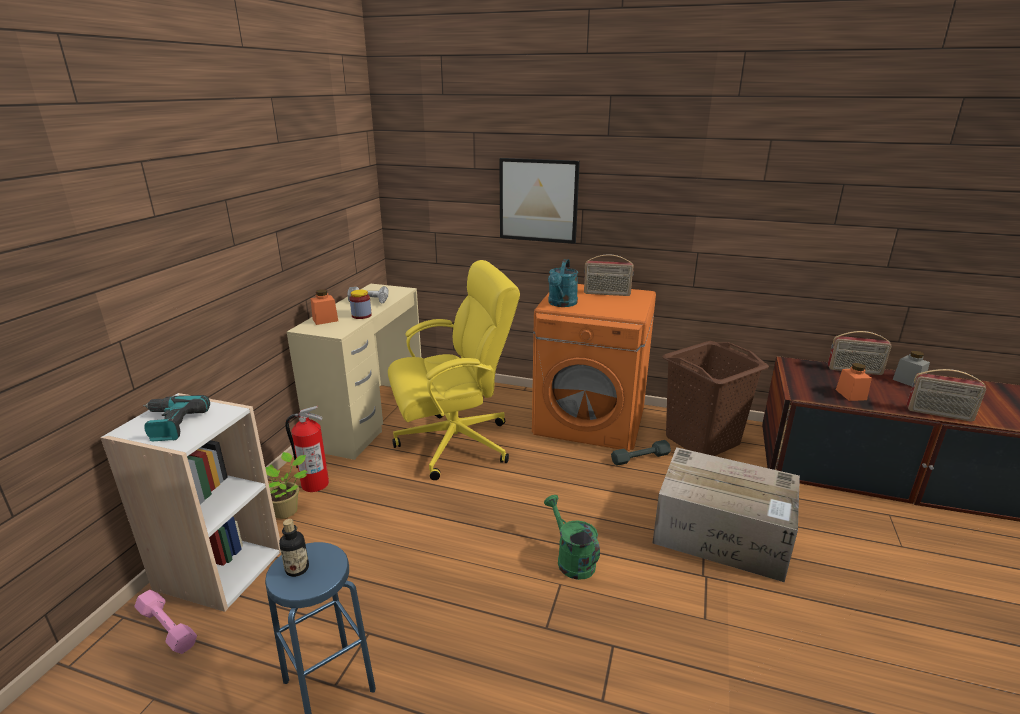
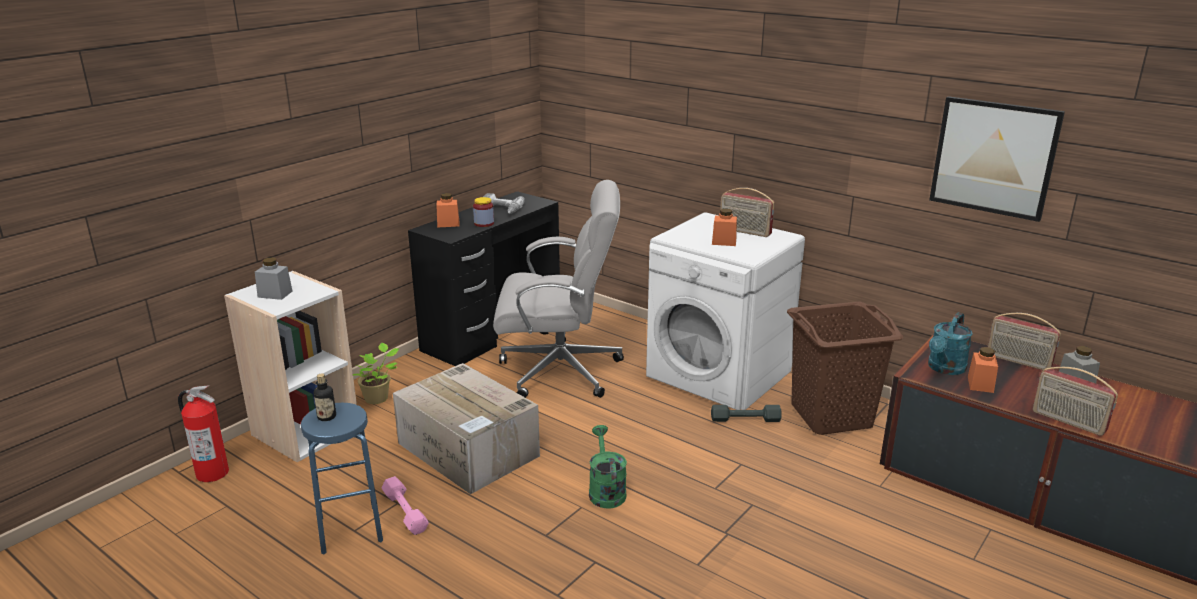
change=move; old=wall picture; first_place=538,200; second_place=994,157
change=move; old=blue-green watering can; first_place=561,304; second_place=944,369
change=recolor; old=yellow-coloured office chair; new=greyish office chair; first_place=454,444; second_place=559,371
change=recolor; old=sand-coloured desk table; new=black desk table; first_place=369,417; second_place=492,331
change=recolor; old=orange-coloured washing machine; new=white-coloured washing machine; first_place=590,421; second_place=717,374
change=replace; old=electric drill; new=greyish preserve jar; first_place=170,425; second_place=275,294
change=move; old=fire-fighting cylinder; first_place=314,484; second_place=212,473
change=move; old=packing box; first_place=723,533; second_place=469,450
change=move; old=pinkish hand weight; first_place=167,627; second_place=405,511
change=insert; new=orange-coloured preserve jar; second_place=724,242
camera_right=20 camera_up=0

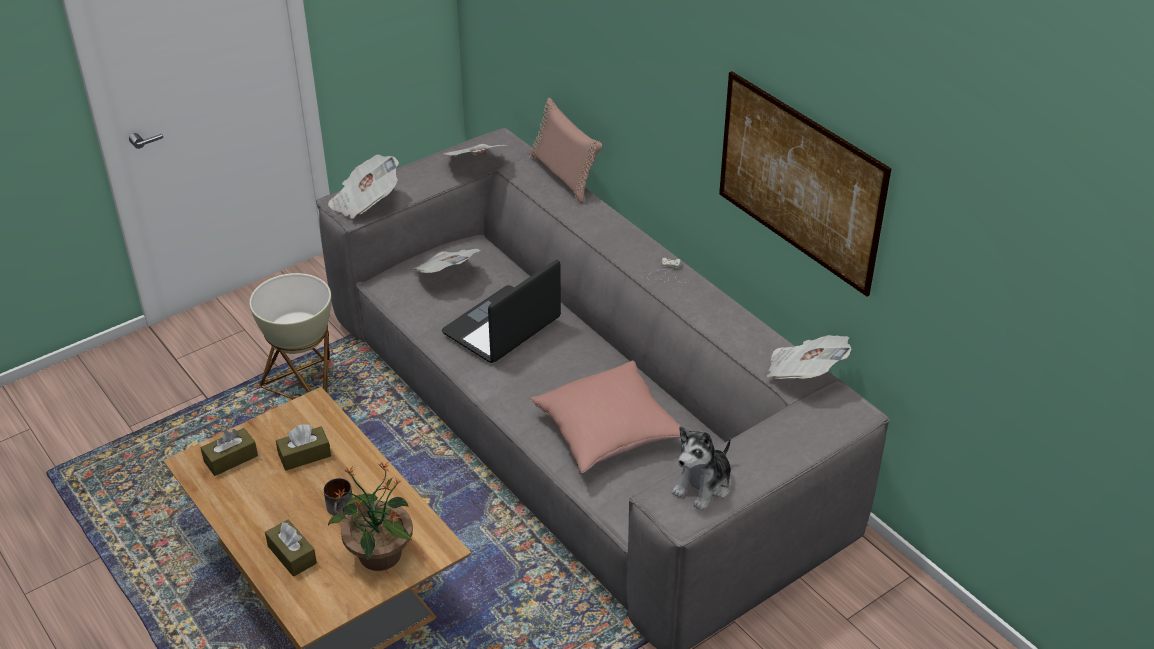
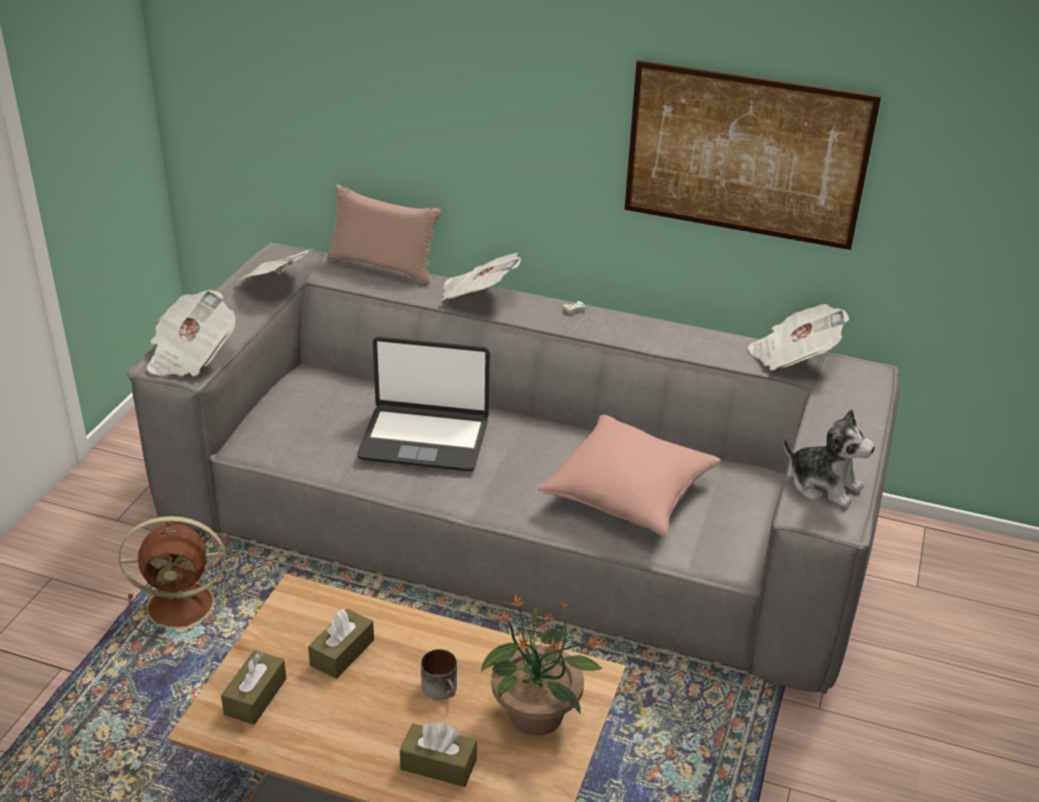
change=move; old=newspaper; first_place=447,274; second_place=478,296
change=rotate; old=portable computer; first_place=502,327; second_place=424,439; degrees=-90
change=replace; old=plant pot; new=brown fan; first_place=305,384; second_place=184,605
change=rotate; old=plush toy; first_place=703,486; second_place=823,485; degrees=-60
camera_right=-35 camera_up=-5

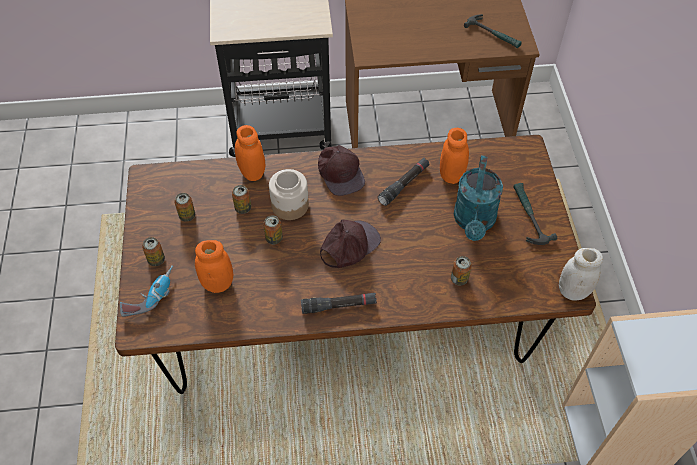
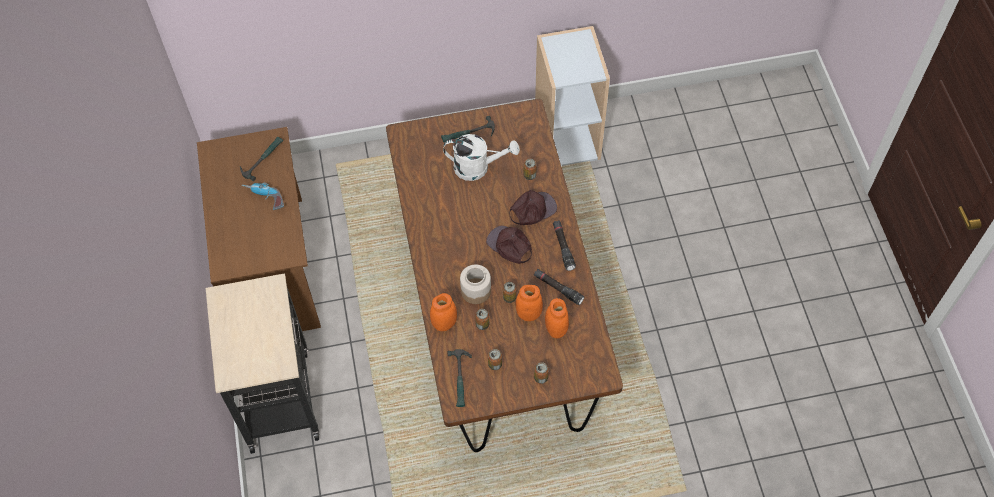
change=move; old=orange-coloured preserve jar; first_place=451,175; second_place=528,314
change=move; old=brown baseball cap; first_place=340,172; second_place=532,209
change=recolor; old=blue-green watering can; new=white-coloured watering can; first_place=474,222; second_place=478,167
change=move; old=black hand torch; first_place=404,184; second_place=558,288
change=delete; old=white-coloured preserve jar; first_place=573,291
change=move; old=electric drill; first_place=150,295; second_place=264,198
change=insert; new=hammer; second_place=461,379
camera_right=-95 camera_up=5

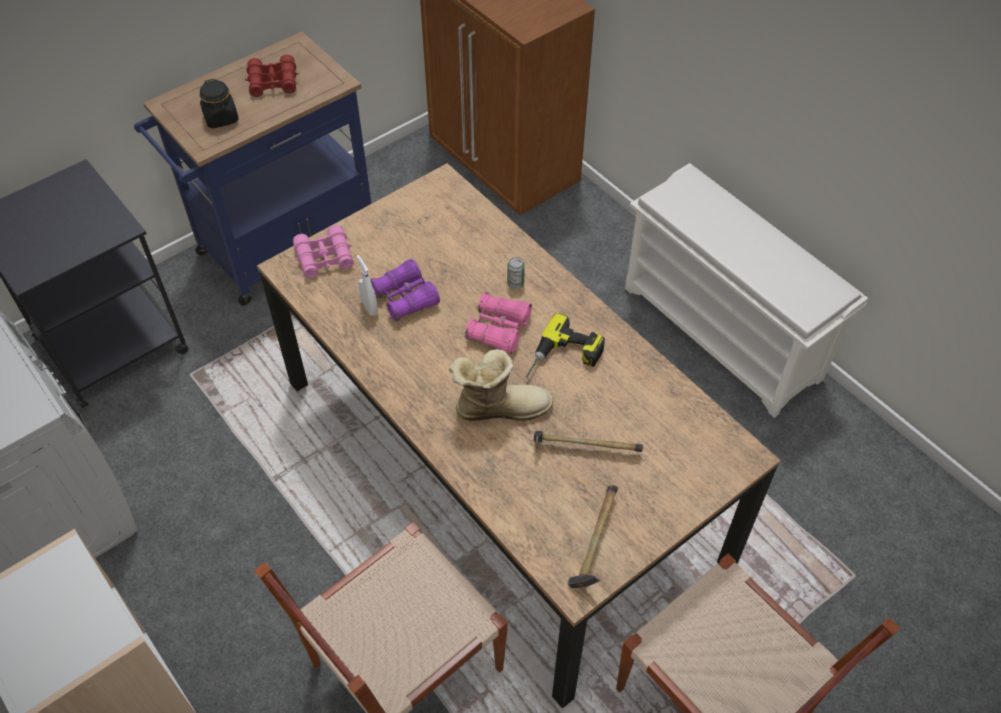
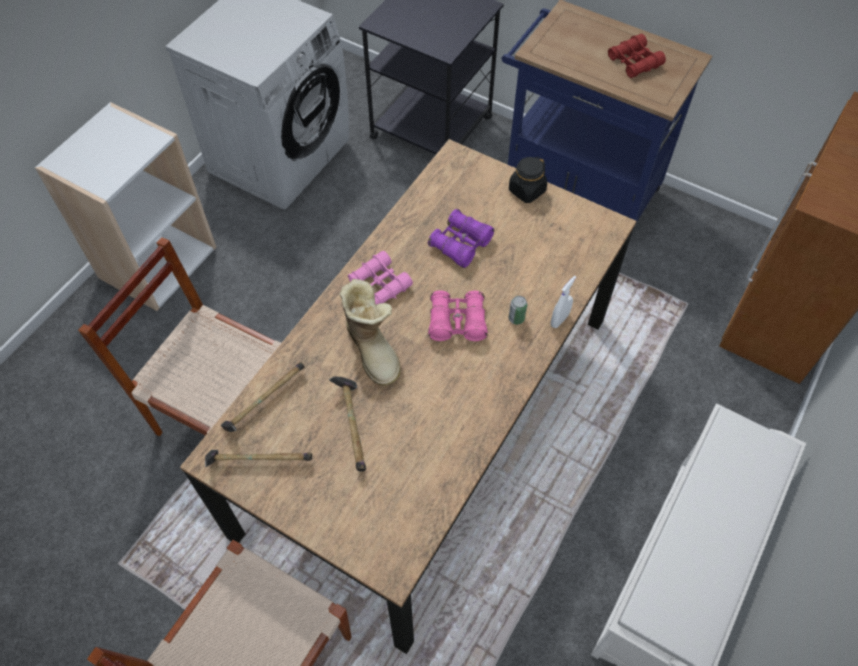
change=move; old=black preserve jar; first_place=221,118; second_place=526,191
change=move; old=pinkish field glasses; first_place=324,257; second_place=380,284
change=move; old=white-coloured sprayer; first_place=369,307; second_place=559,320
change=delete; old=electric drill; first_place=564,359
change=insert; new=hammer; second_place=264,404
camera_right=70 camera_up=5

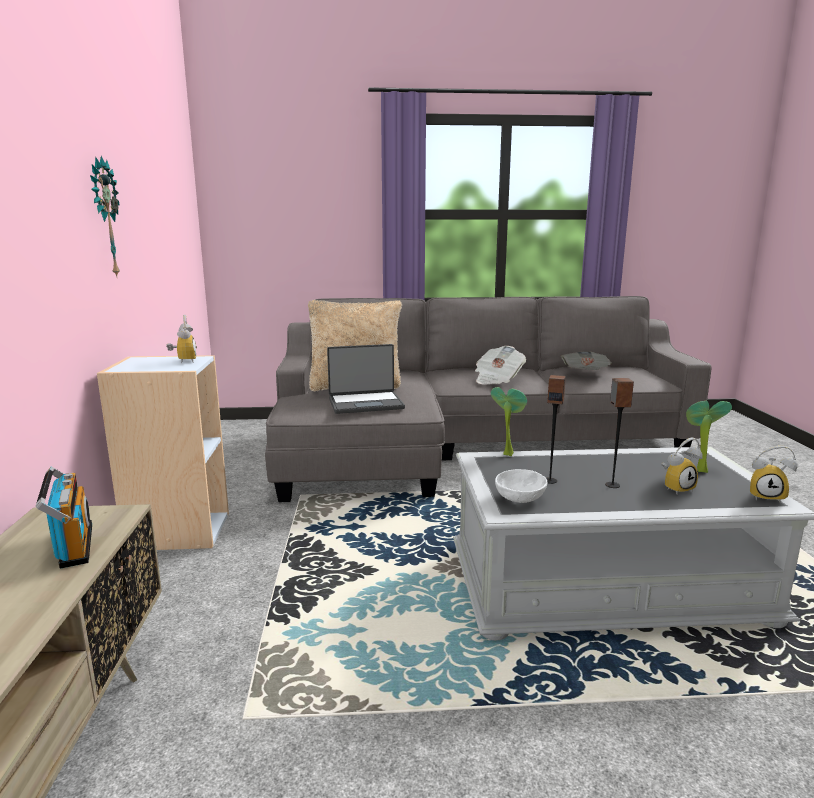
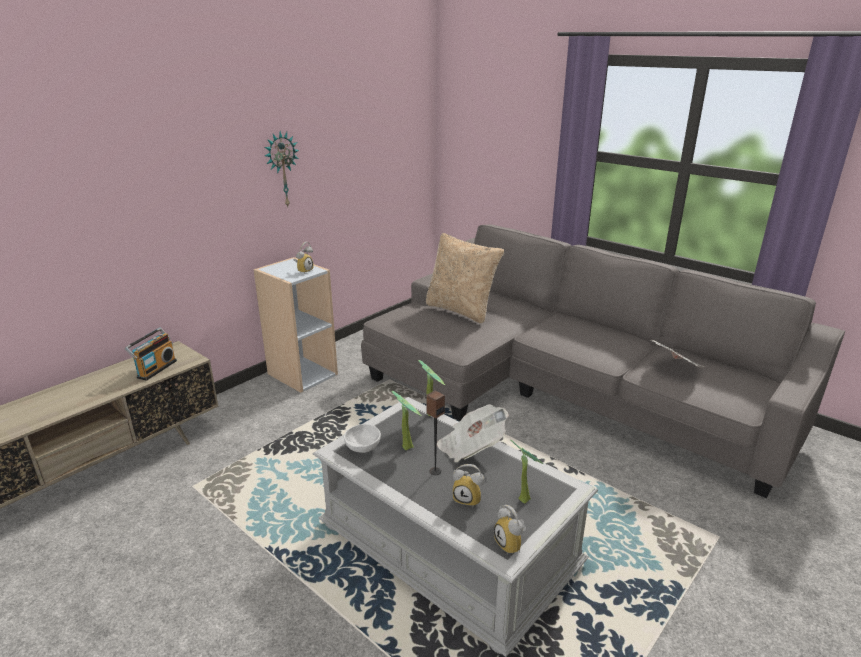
change=delete; old=portable computer; first_place=365,403
change=move; old=newspaper; first_place=497,379; second_place=471,447
change=replace; old=audio speaker; new=houseplant; first_place=550,480; second_place=408,446
camera_right=45 camera_up=10

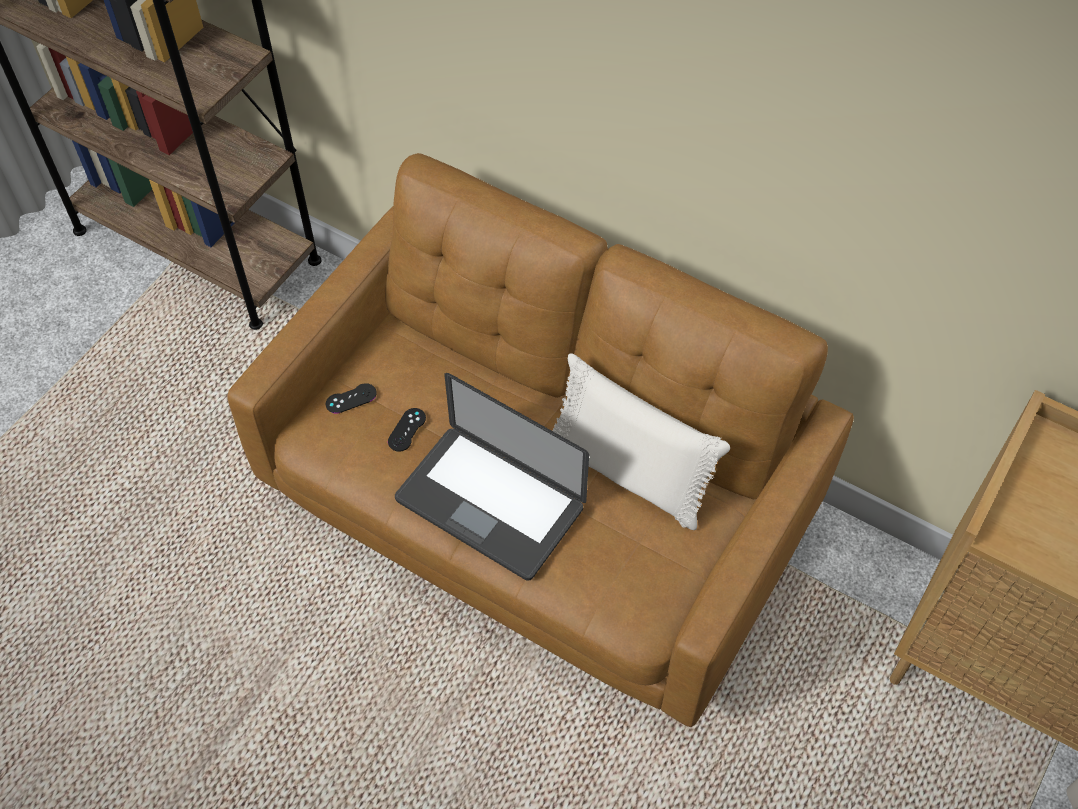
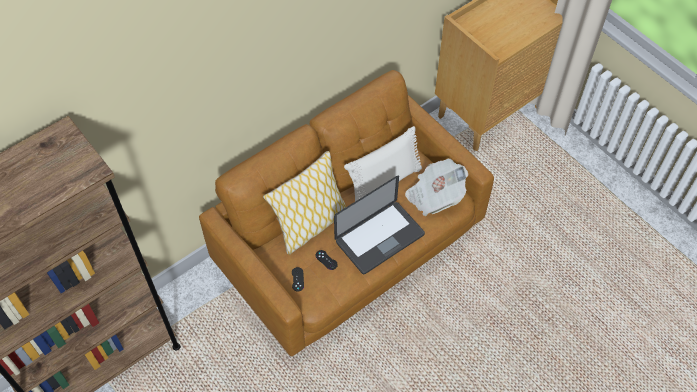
change=insert; new=pillow; second_place=310,225
change=insert; new=newspaper; second_place=435,195
camera_right=-70 camera_up=0

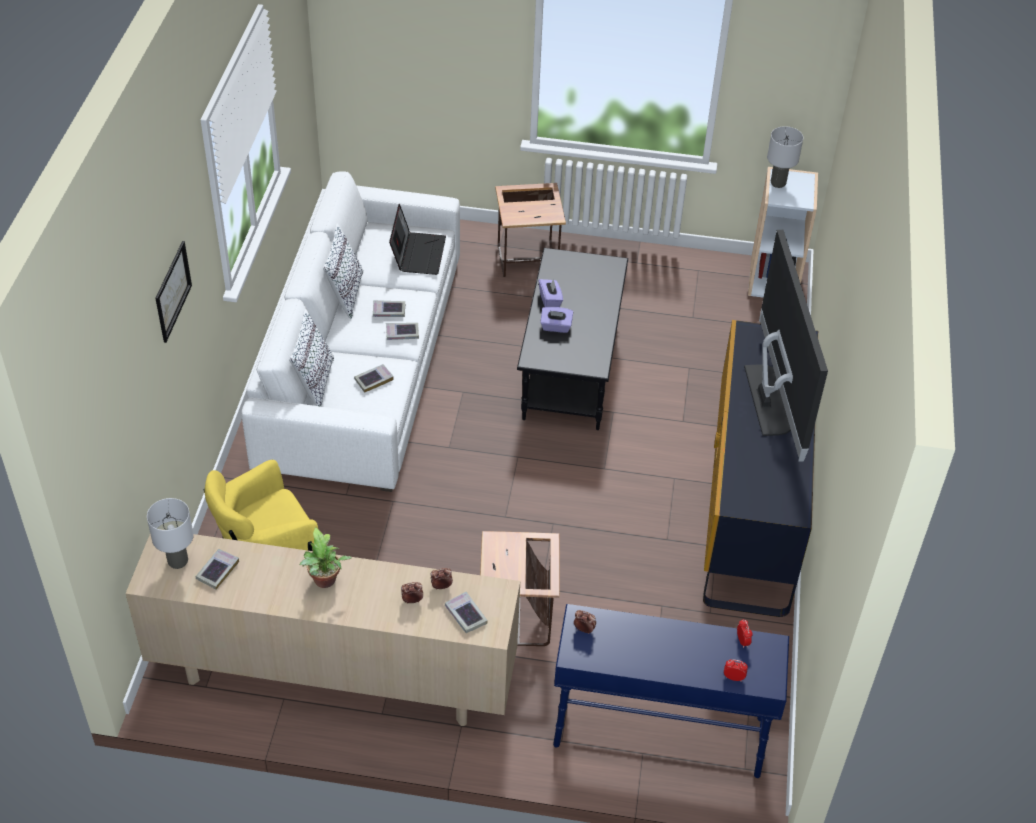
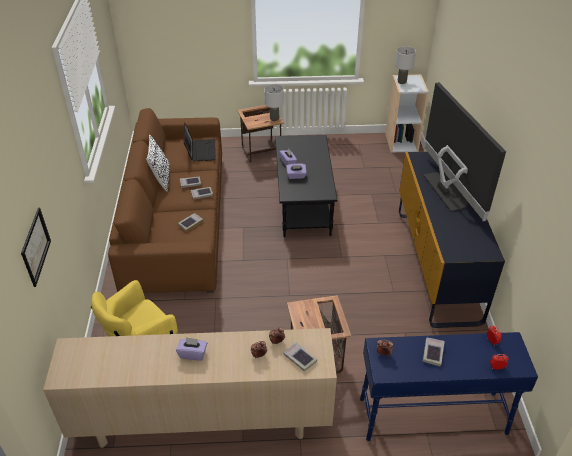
change=recolor; old=white-coloured settee; new=brown settee; first_place=362,361; second_place=177,219
change=move; old=wall picture; first_place=173,291; second_place=35,246
change=delete; old=white-coloured pillow; first_place=315,383
change=move; old=white-coloured lamp for a table; first_place=179,561; second_place=274,118
change=replace; old=houseplant; new=purple tissue holder; first_place=325,582; second_place=193,354
change=move; old=volume; first_place=217,571; second_place=433,353
camera_right=-10 camera_up=-5

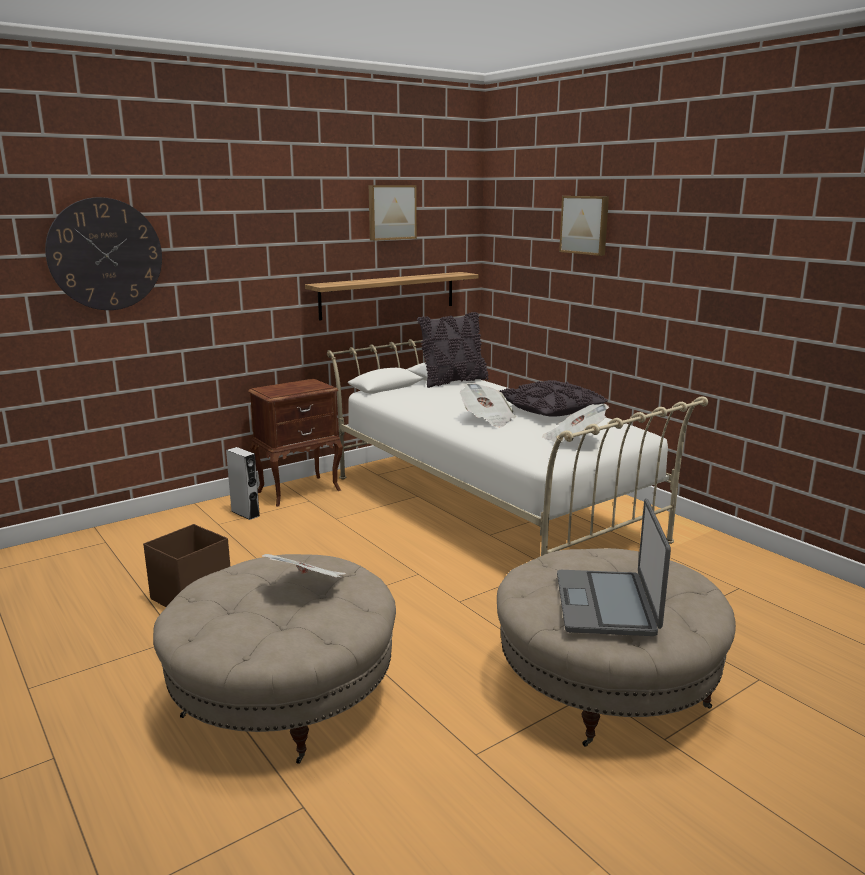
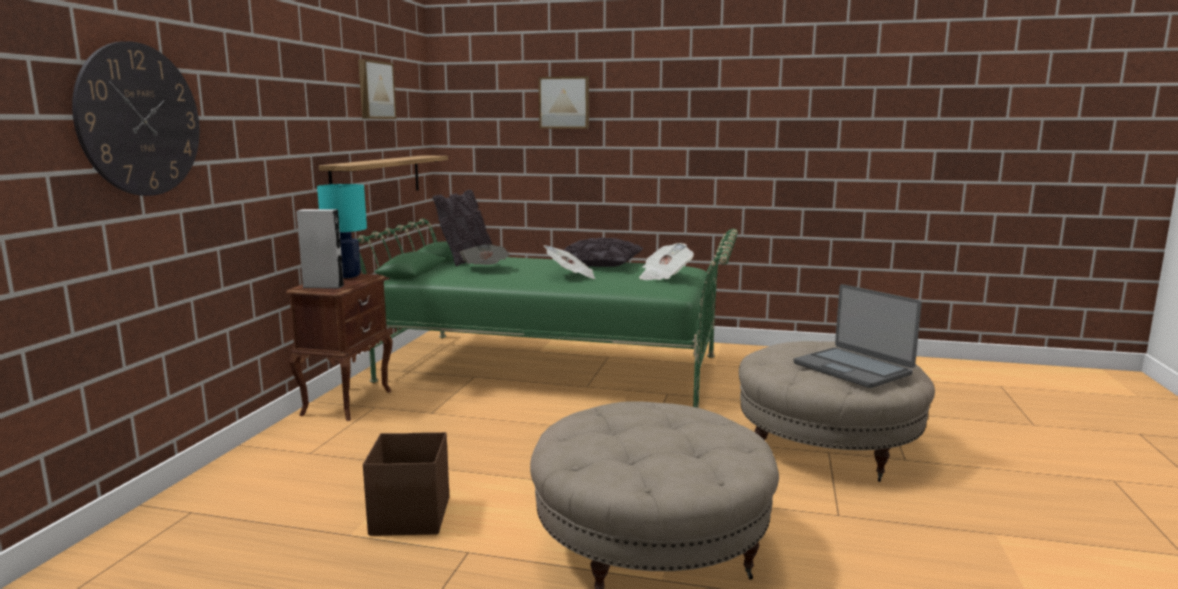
change=recolor; old=white-coloured bedroom bed; new=greenish bedroom bed; first_place=489,507; second_place=550,369
change=move; old=greyish audio speaker; first_place=245,513; second_place=323,286
change=move; old=newspaper; first_place=308,586; second_place=485,269
change=insert; new=blue-green lamp for a table; second_place=348,277
camera_right=-40 camera_up=-5

